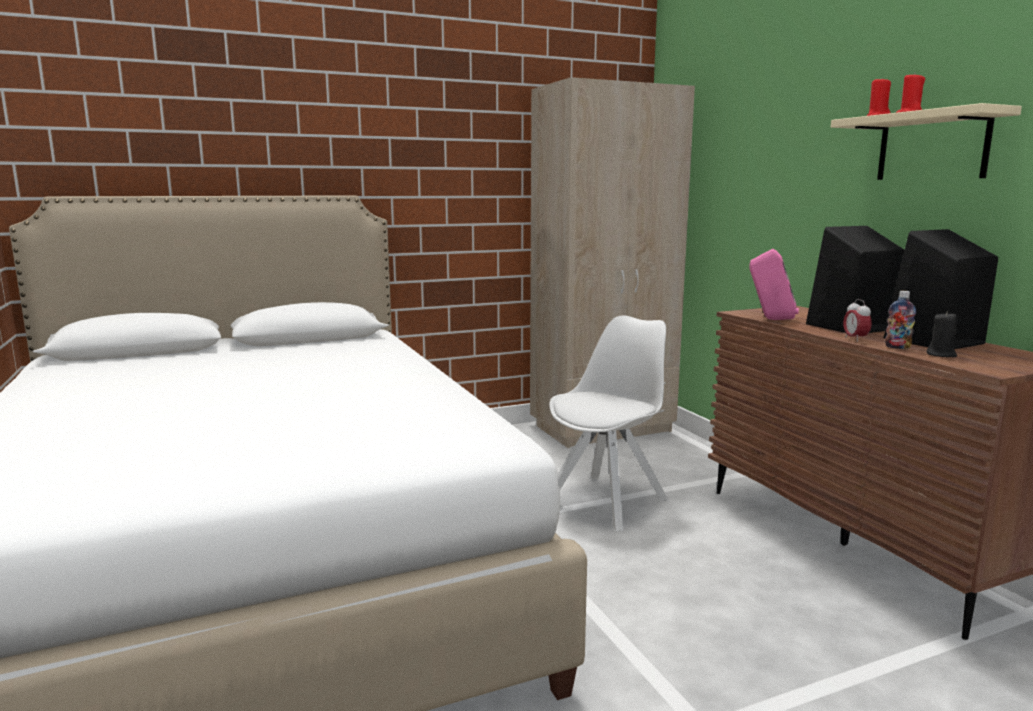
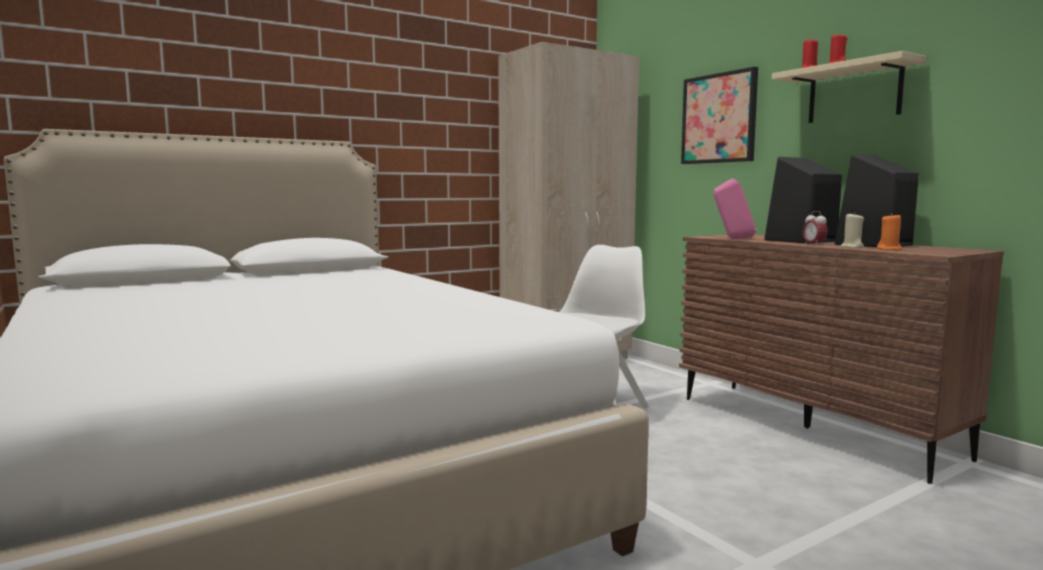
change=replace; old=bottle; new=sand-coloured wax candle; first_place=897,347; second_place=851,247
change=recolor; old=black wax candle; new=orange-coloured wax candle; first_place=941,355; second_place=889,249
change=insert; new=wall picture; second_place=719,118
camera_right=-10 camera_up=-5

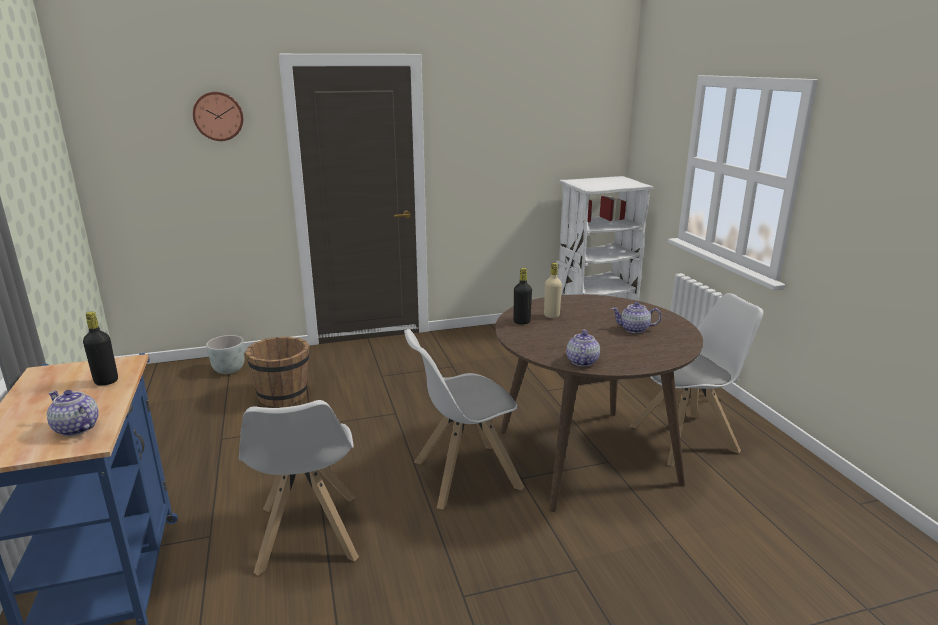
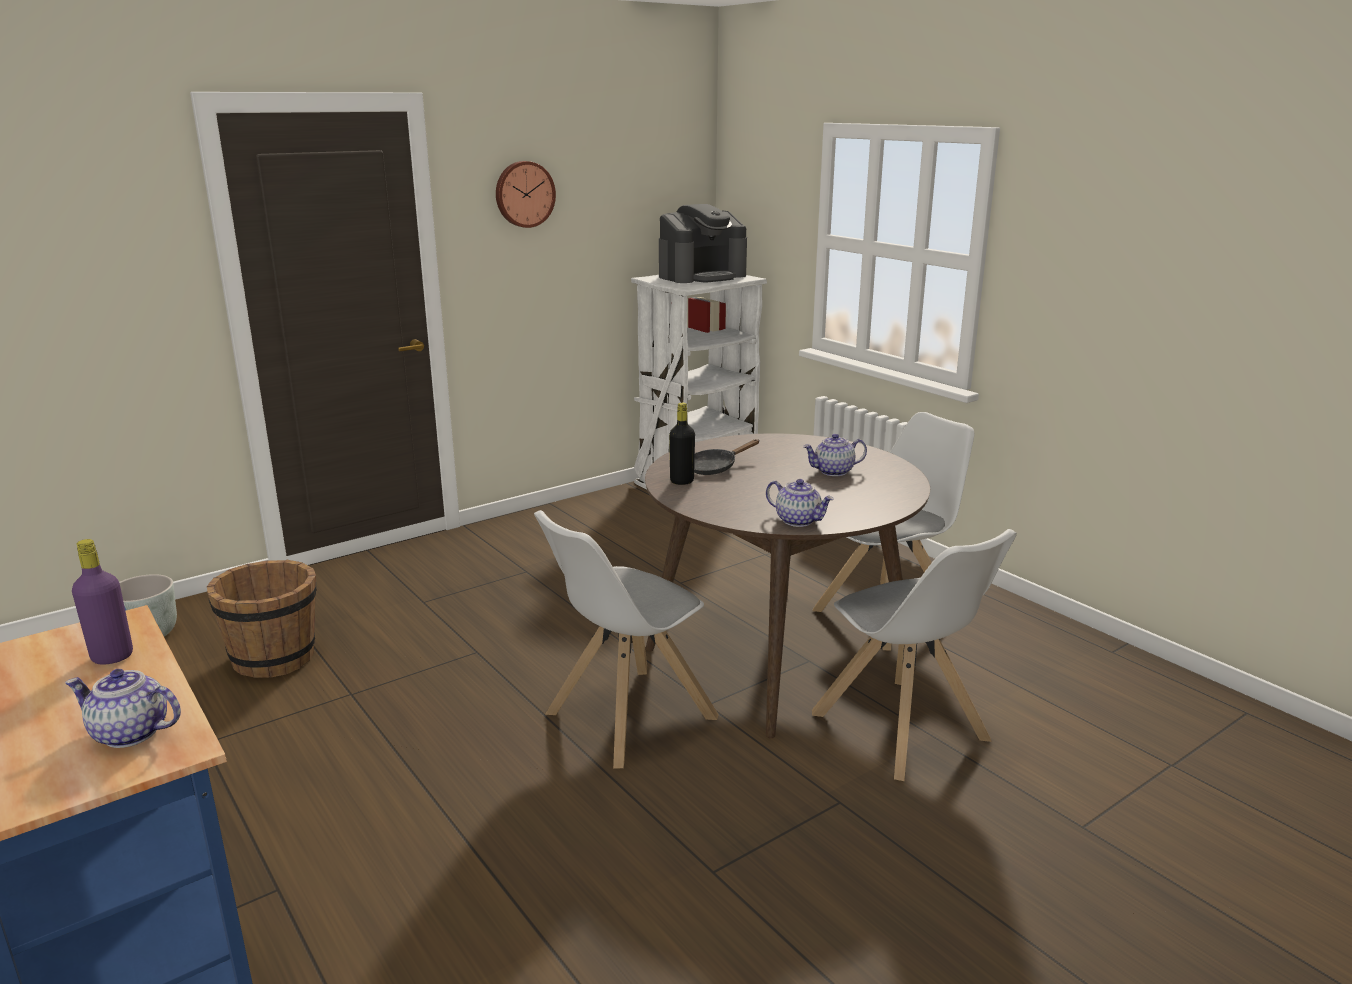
change=move; old=wall clock; first_place=218,116; second_place=524,194
change=replace; old=sand-coloured bottle; new=black skillet; first_place=551,315; second_place=715,468
change=recolor; old=black bottle; new=purple bottle; first_place=106,381; second_place=112,657
change=rotate; old=teapot; first_place=581,361; second_place=798,520; degrees=135
change=move; old=upright chair; first_place=307,535; second_place=903,730
change=insert; new=coffee maker; second_place=702,276
camera_right=-20 camera_up=0

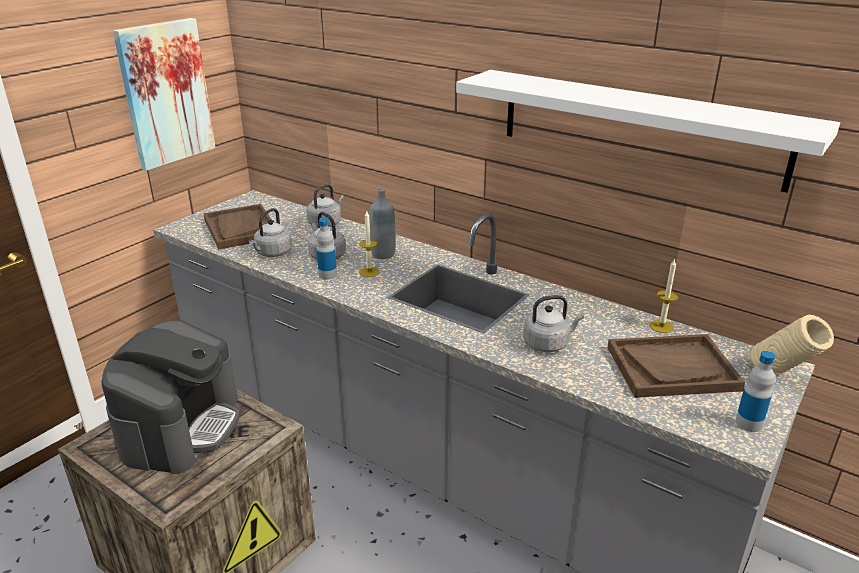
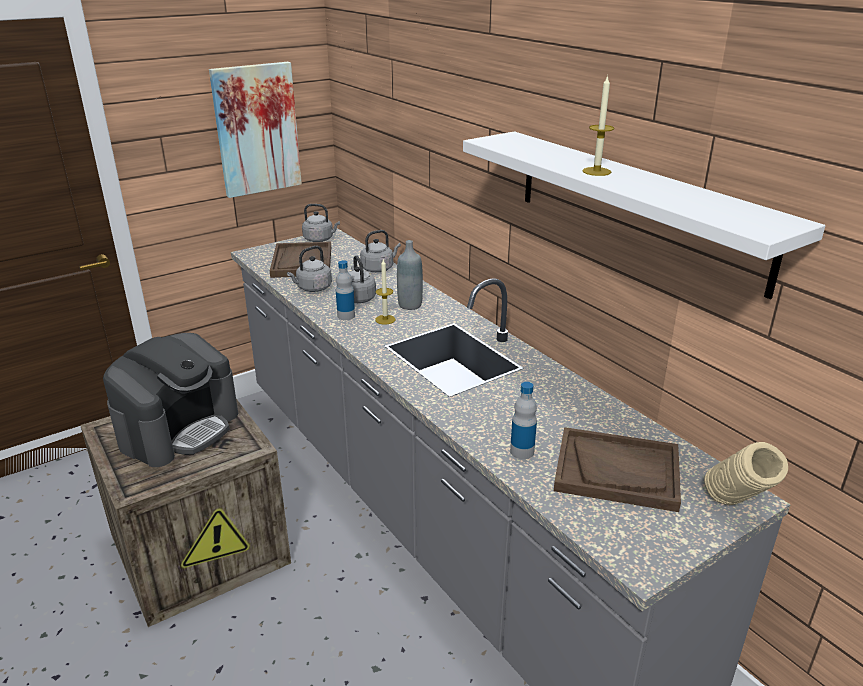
change=move; old=wax candle; first_place=661,326; second_place=596,171
change=move; old=greyish kettle; first_place=548,343; second_place=320,239
change=move; old=bottle; first_place=748,423; second_place=522,451
camera_right=20 camera_up=0

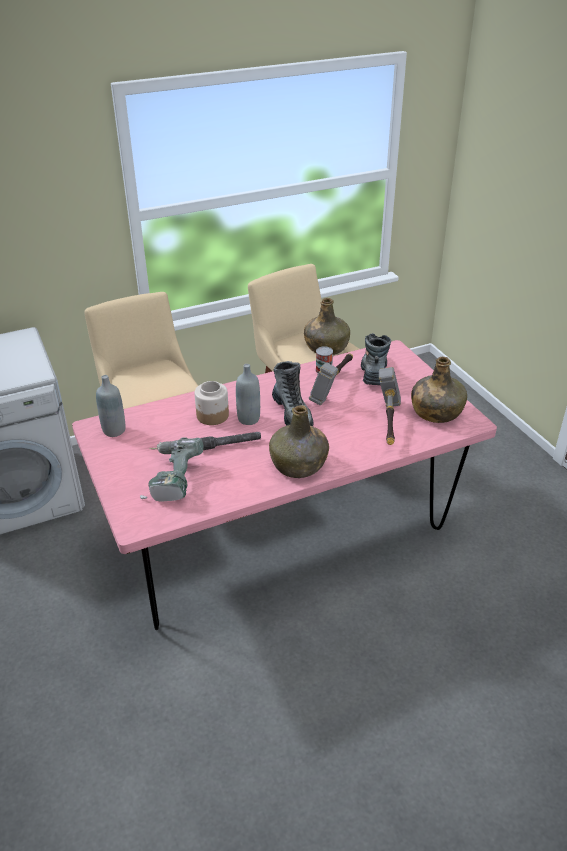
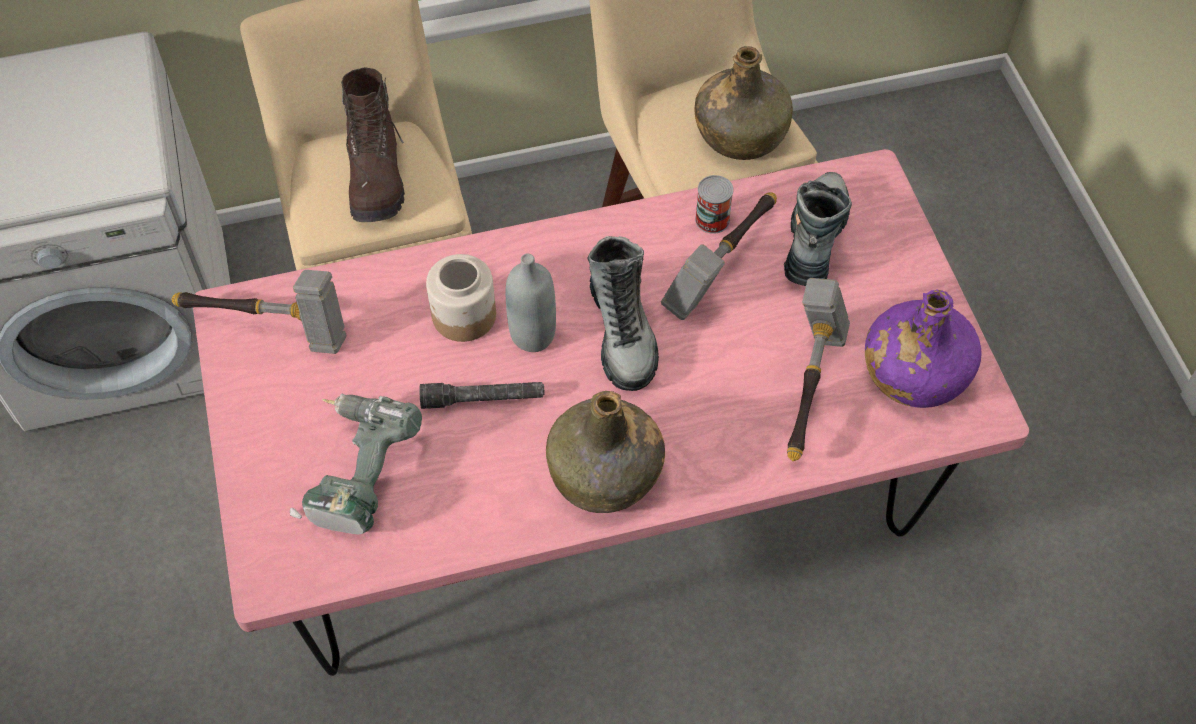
change=recolor; old=greenish bottle; new=purple bottle; first_place=436,412; second_place=914,373
change=replace; old=greyish bottle; new=hammer; first_place=114,430; second_place=268,328
change=insert; new=brown tall boot; second_place=376,176
camera_right=10 camera_up=20

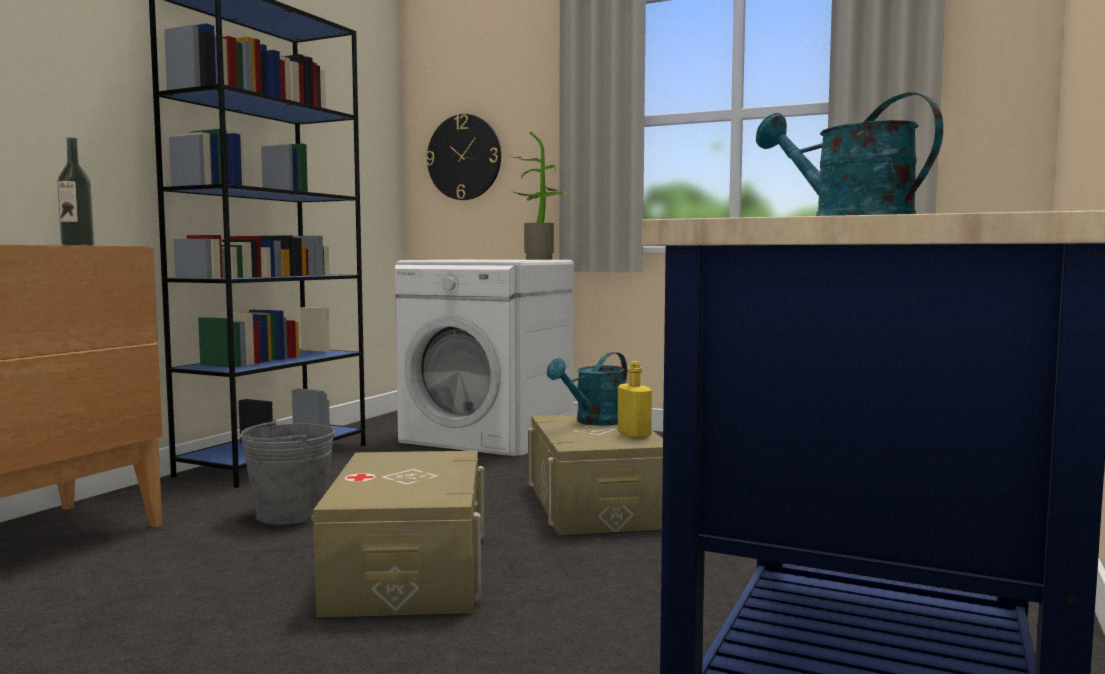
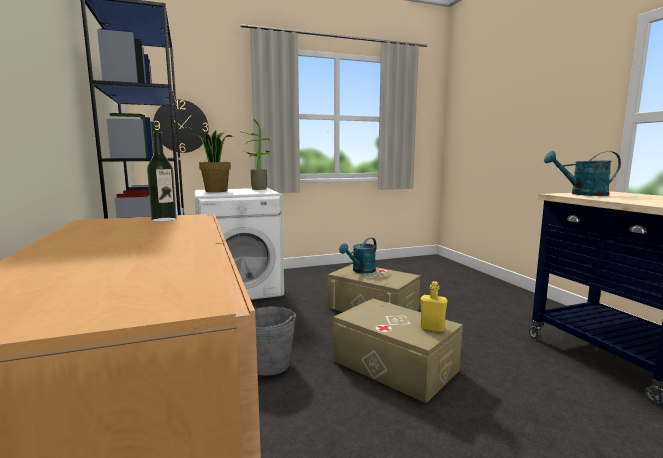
change=rotate; old=blue-green watering can; first_place=594,422; second_place=361,271; degrees=45
change=move; old=yellow-coloured bottle; first_place=634,435; second_place=432,328
change=insert; new=houseplant; second_place=216,191
camera_right=-45 camera_up=5

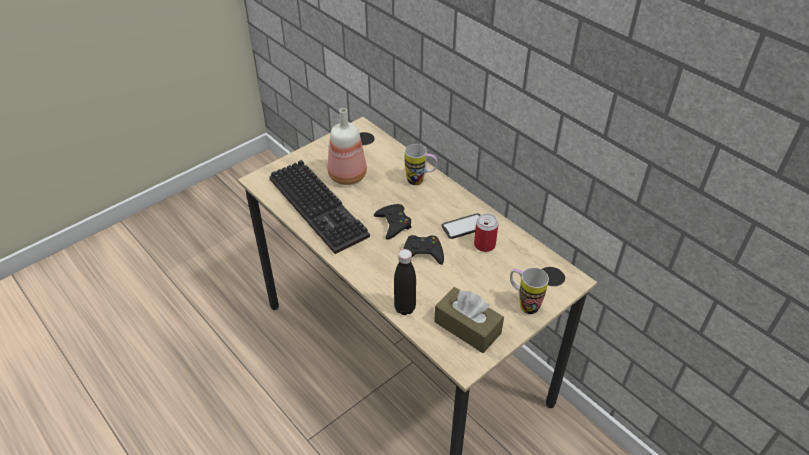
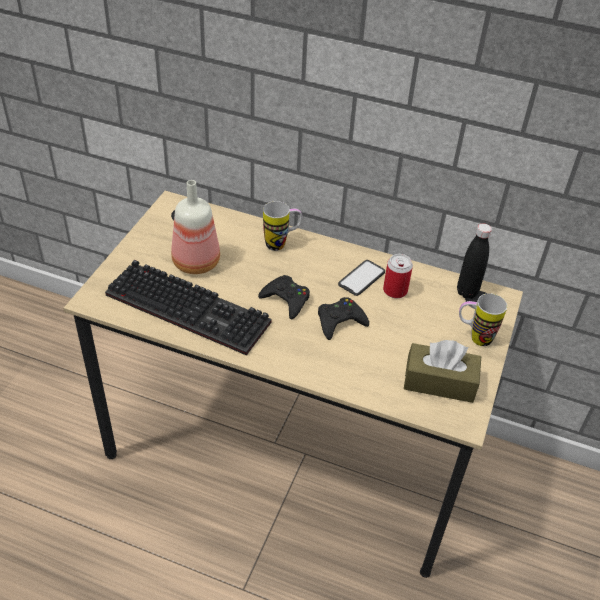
change=move; old=black bottle; first_place=405,308; second_place=467,292
camera_right=-30 camera_up=0

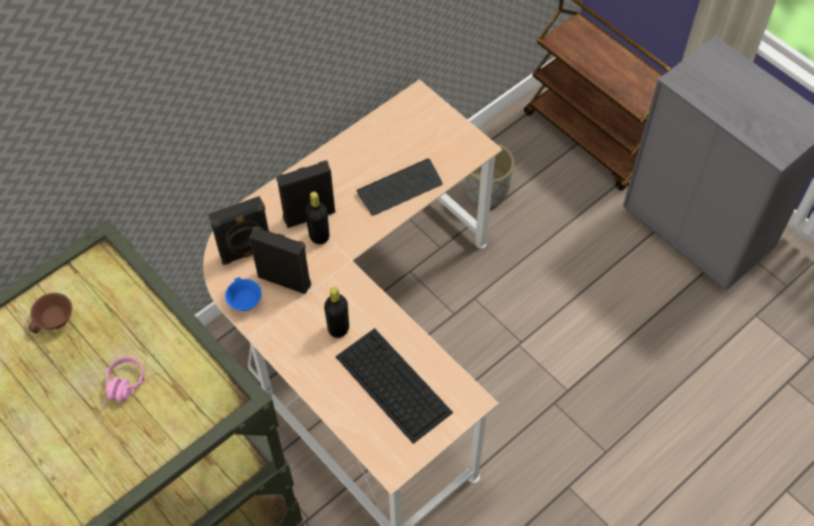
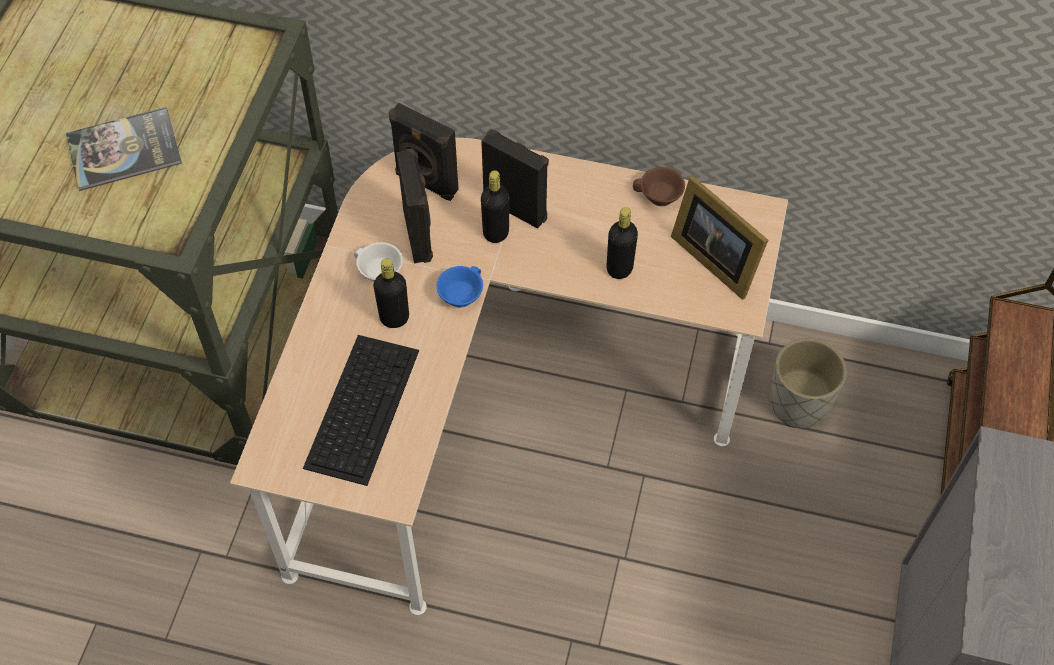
change=replace; old=PC keyboard; new=black bottle; first_place=400,188; second_place=619,268
change=move; old=blue small cup; first_place=243,301; second_place=460,294
change=move; old=brown small cup; first_place=55,321; second_place=659,197
change=replace; old=pinkish headphones; new=volume; first_place=123,389; second_place=124,150
change=insert; new=photo frame; second_place=714,257
change=insert; new=white-coloured small cup; second_place=378,272
camera_right=55 camera_up=0

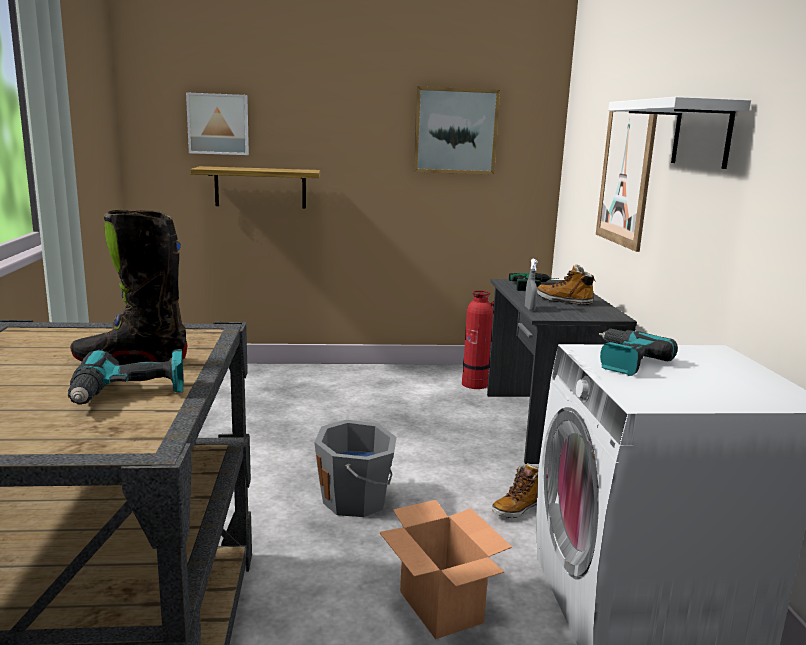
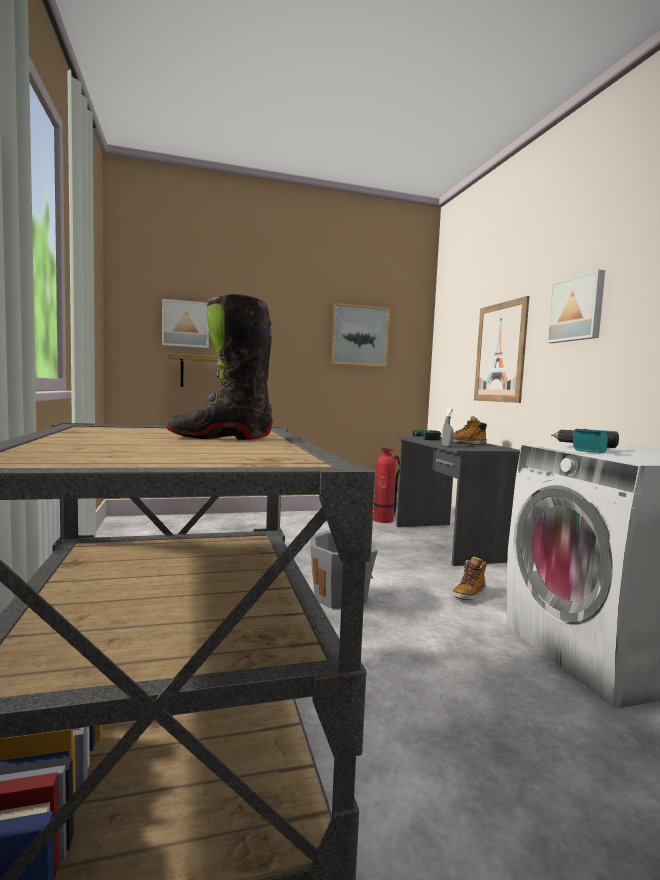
change=replace; old=white-coloured shelf; new=wall picture; first_place=702,134; second_place=577,309
change=delete; old=electric drill; first_place=129,393
change=delete; old=packing box; first_place=441,607
camera_right=-10 camera_up=-10

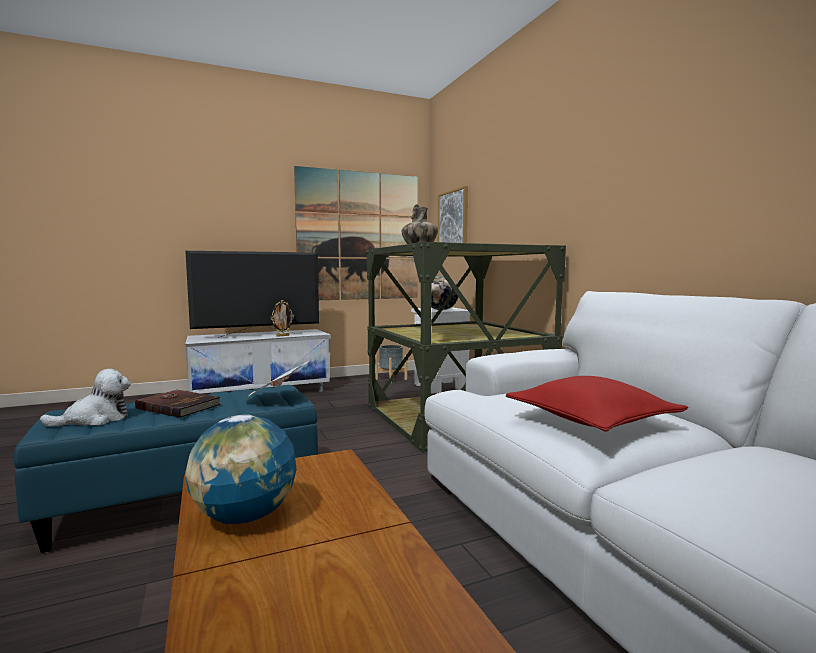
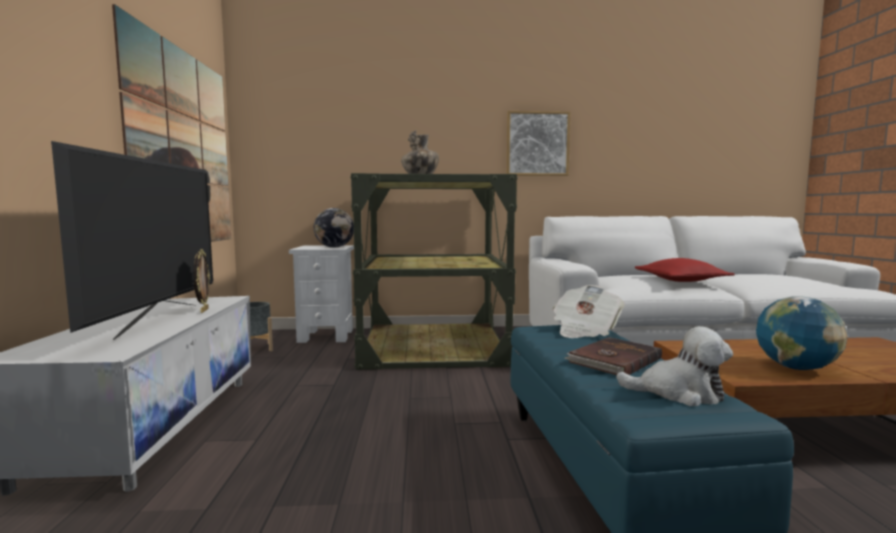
change=move; old=wall picture; first_place=453,219; second_place=537,144
change=rotate; old=plush toy; first_place=95,419; second_place=678,393; degrees=120
camera_right=-70 camera_up=0

